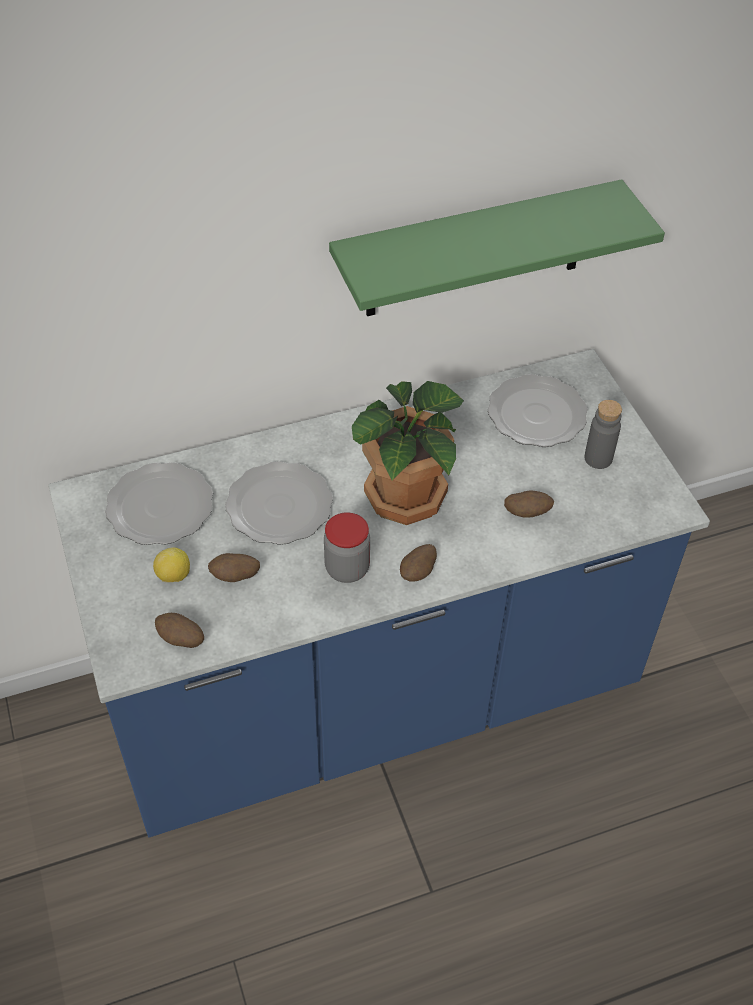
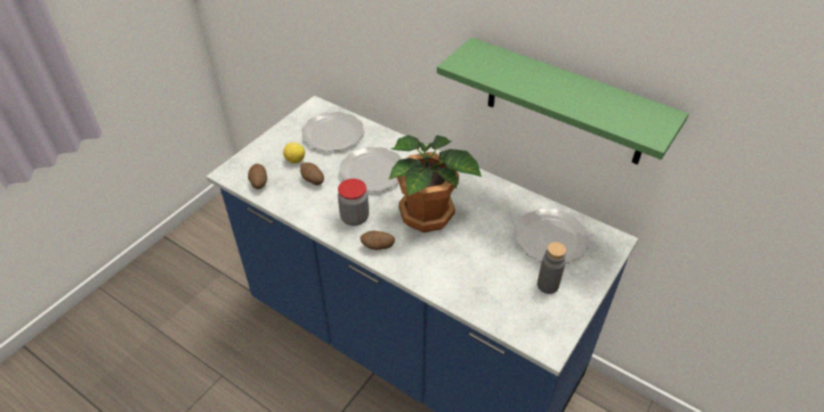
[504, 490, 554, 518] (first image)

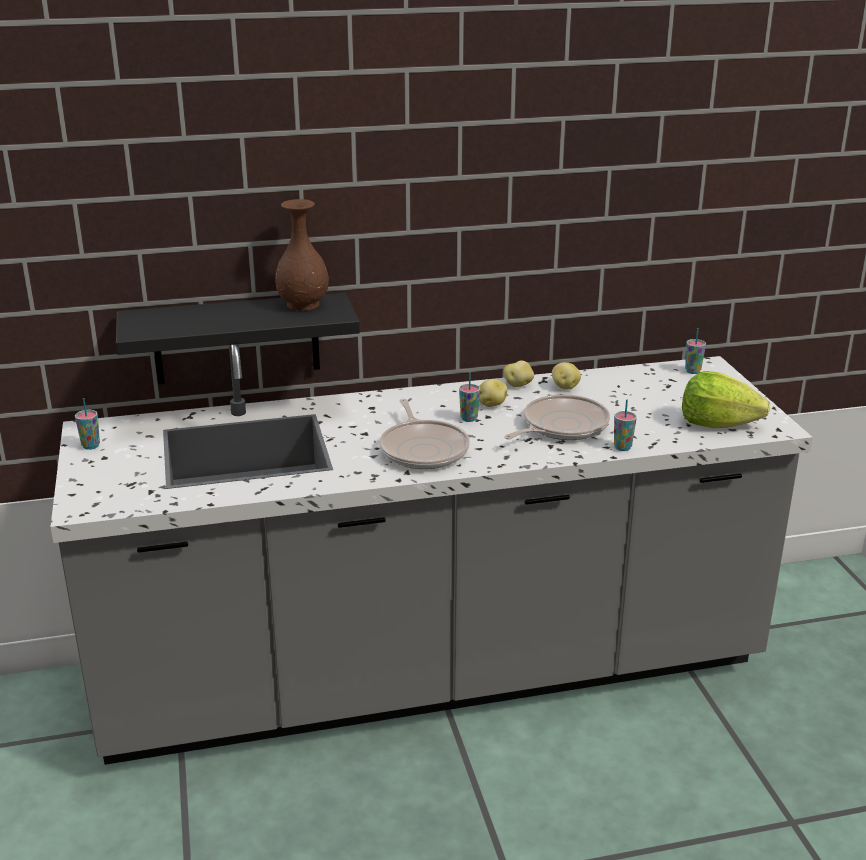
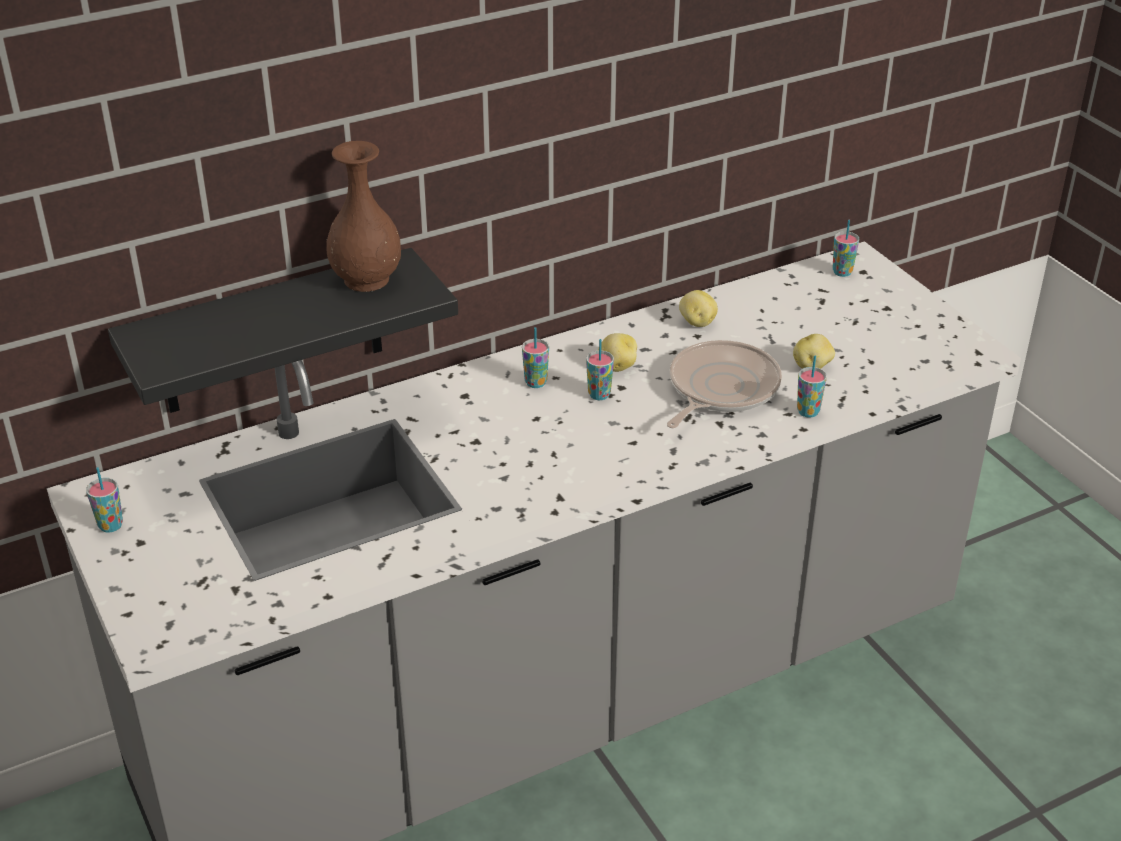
[380, 399, 470, 469] (first image)
[793, 334, 835, 369]
[682, 371, 770, 428] (first image)
[522, 327, 549, 388]

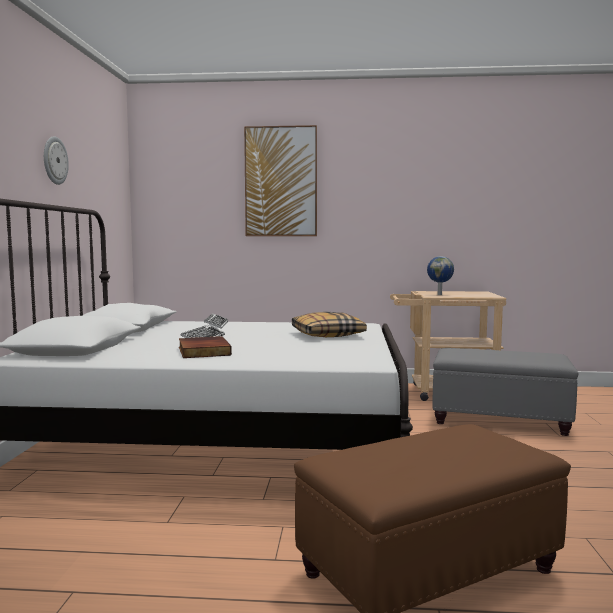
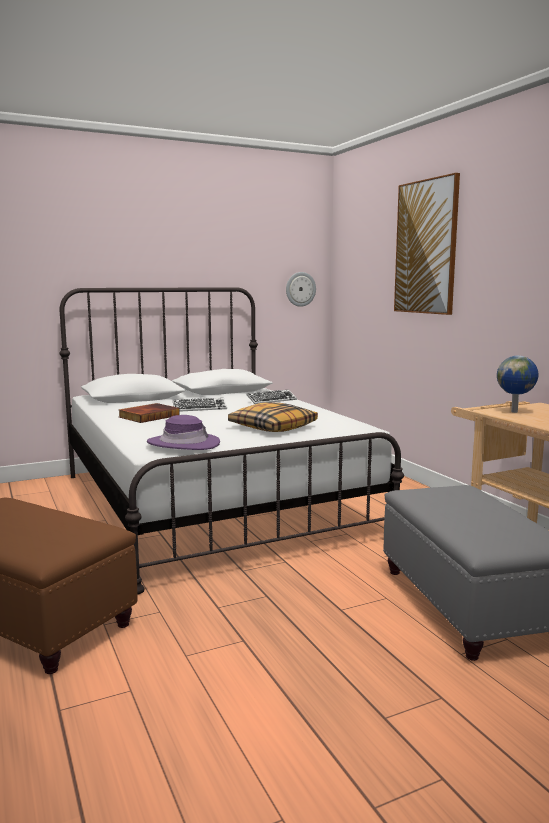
[286, 272, 316, 307]
[147, 415, 220, 450]

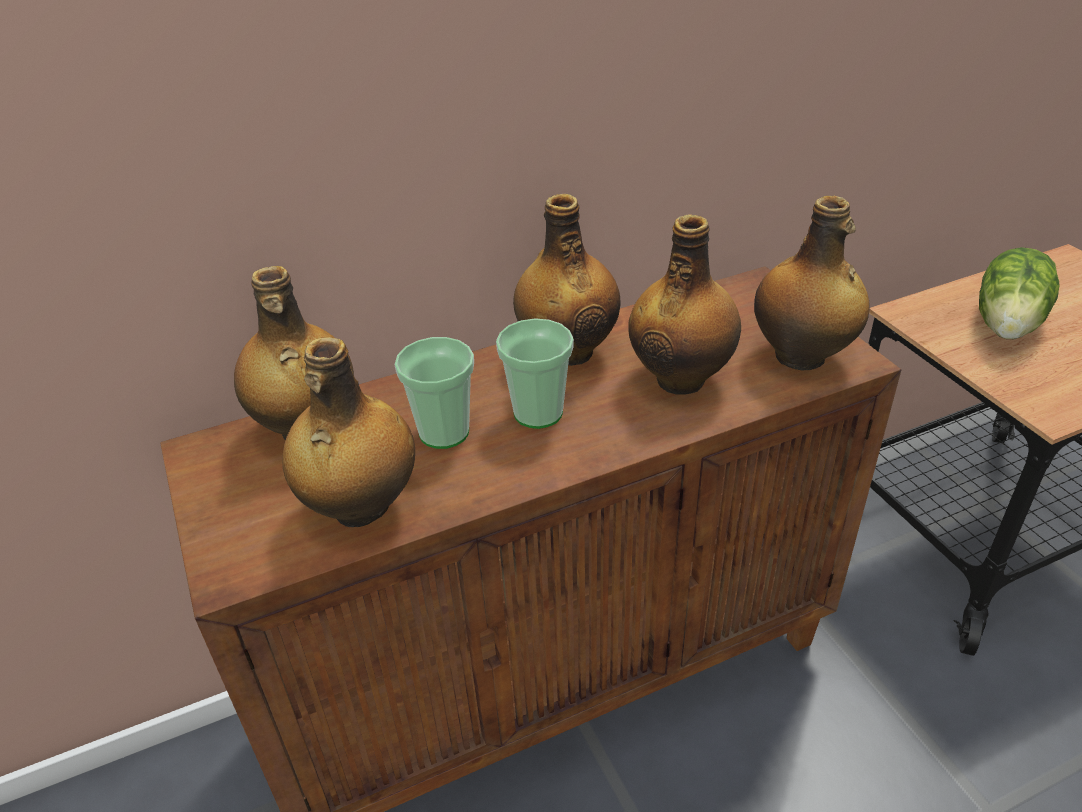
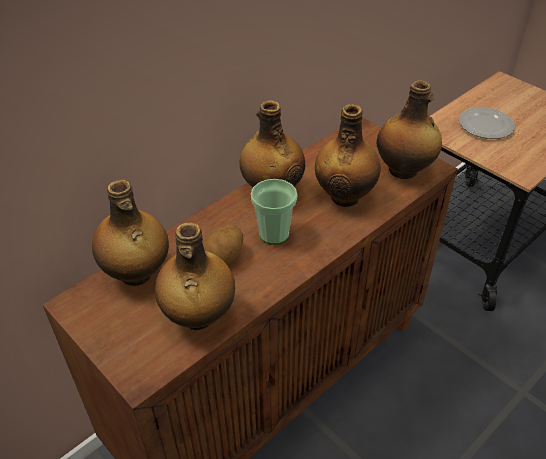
[203, 225, 243, 265]
[459, 107, 515, 139]

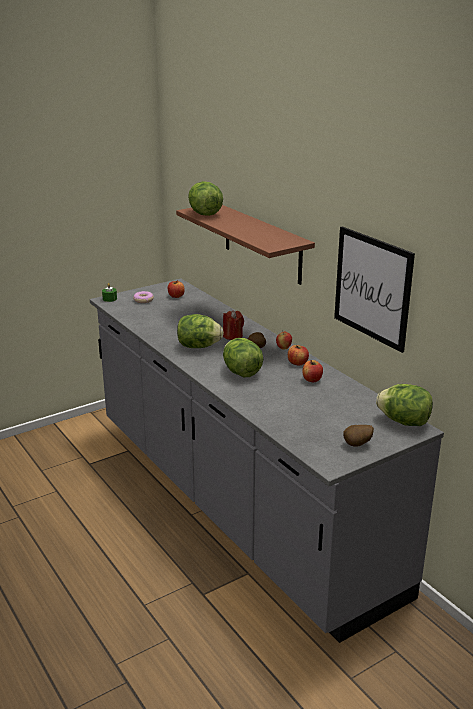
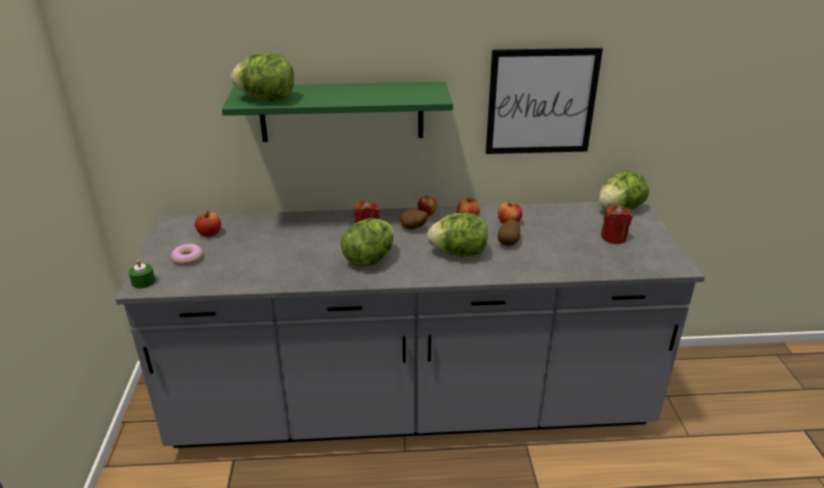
[222, 82, 453, 142]
[498, 219, 520, 246]
[601, 206, 632, 244]

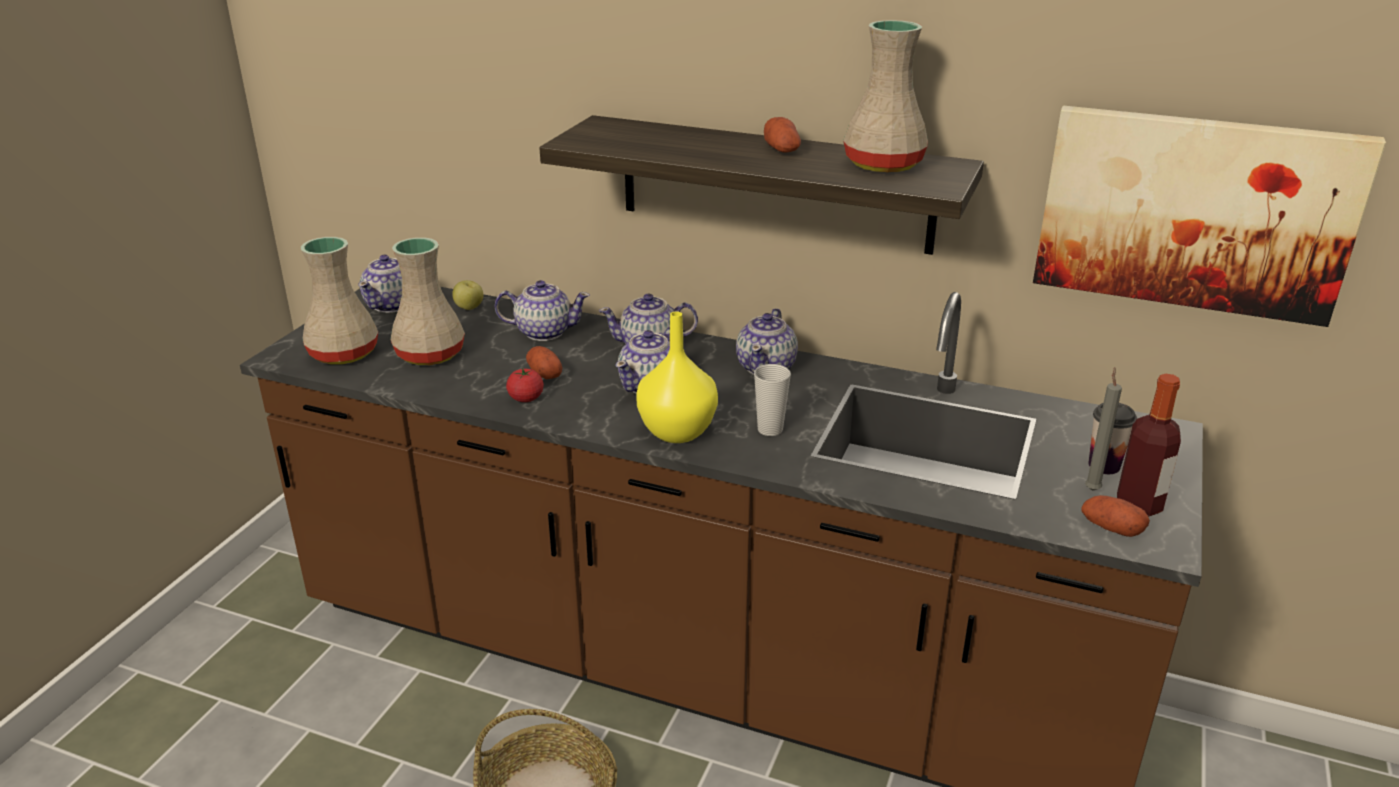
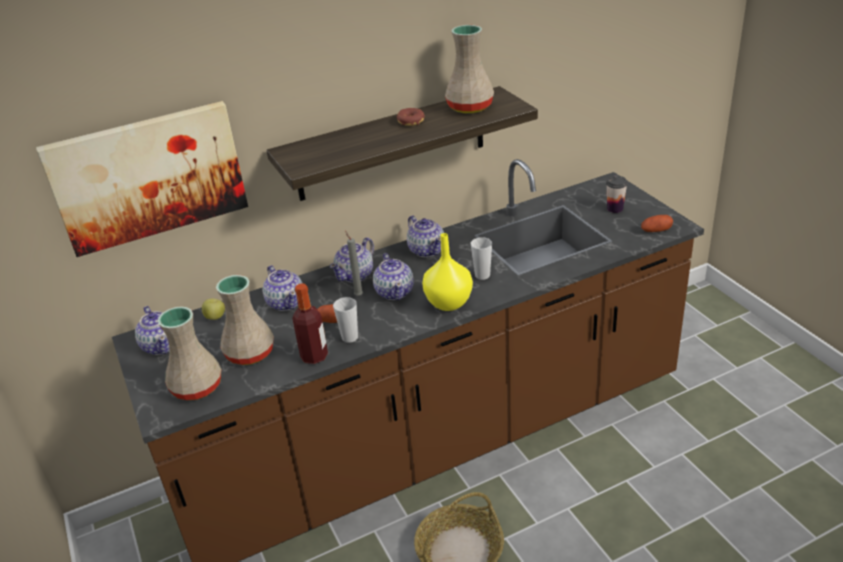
[262, 265, 303, 311]
[333, 297, 358, 343]
[397, 108, 425, 126]
[36, 101, 248, 257]
[345, 231, 363, 296]
[292, 283, 328, 364]

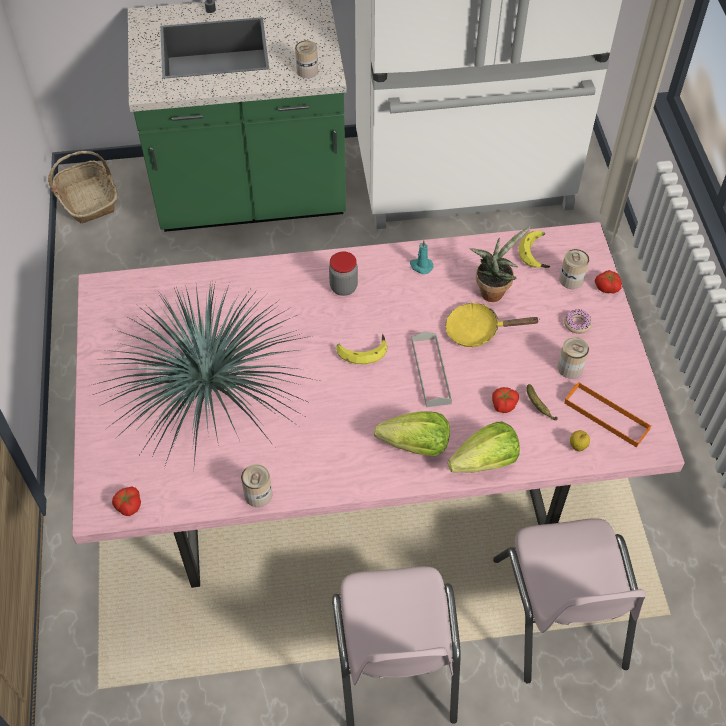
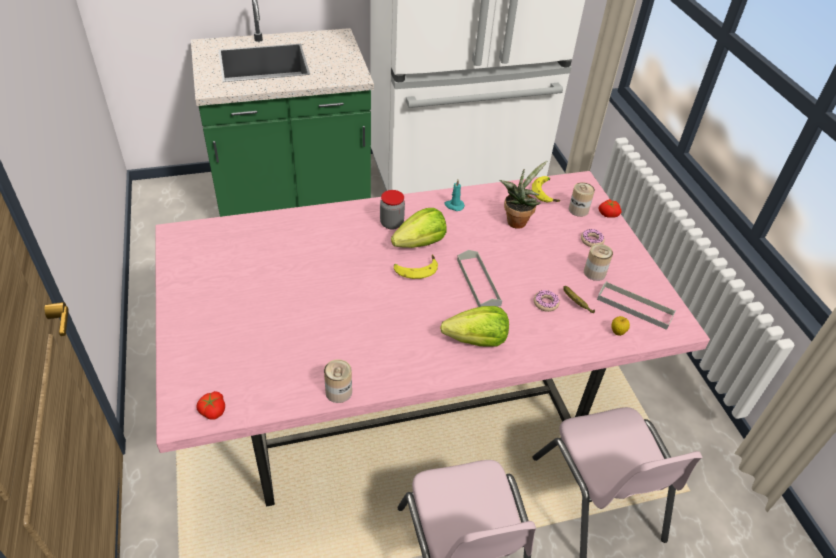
[48, 151, 118, 224] (first image)
[89, 280, 319, 468] (first image)
[295, 40, 318, 78] (first image)
[445, 302, 540, 347] (first image)
[391, 208, 447, 248]
[534, 290, 560, 312]
[597, 281, 676, 330]

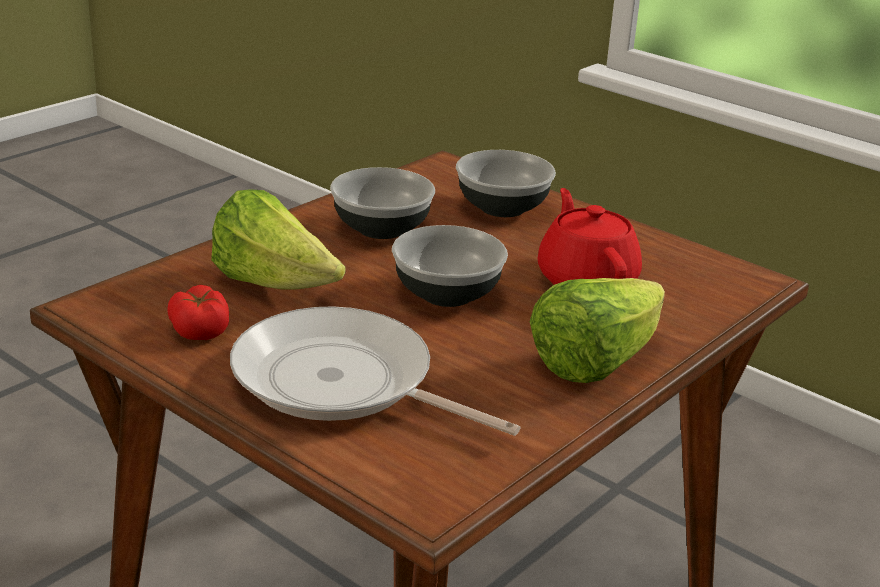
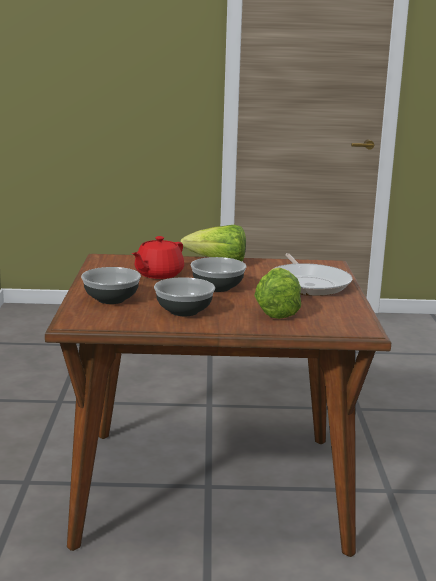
[167, 285, 229, 340] (first image)

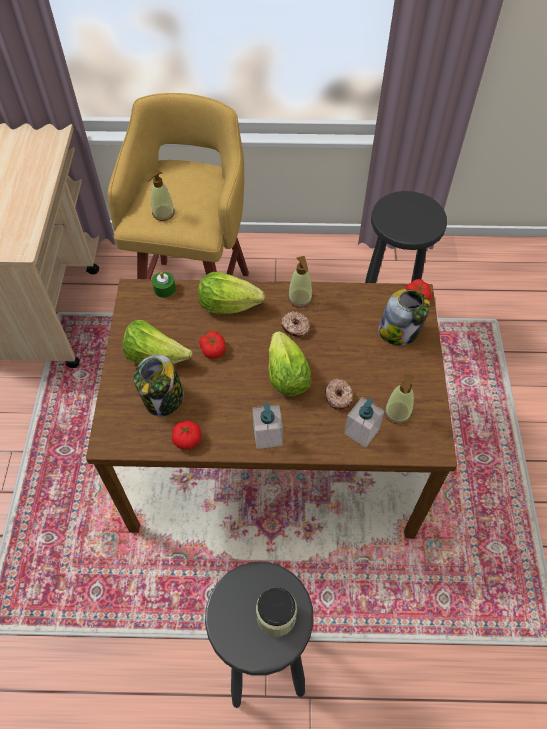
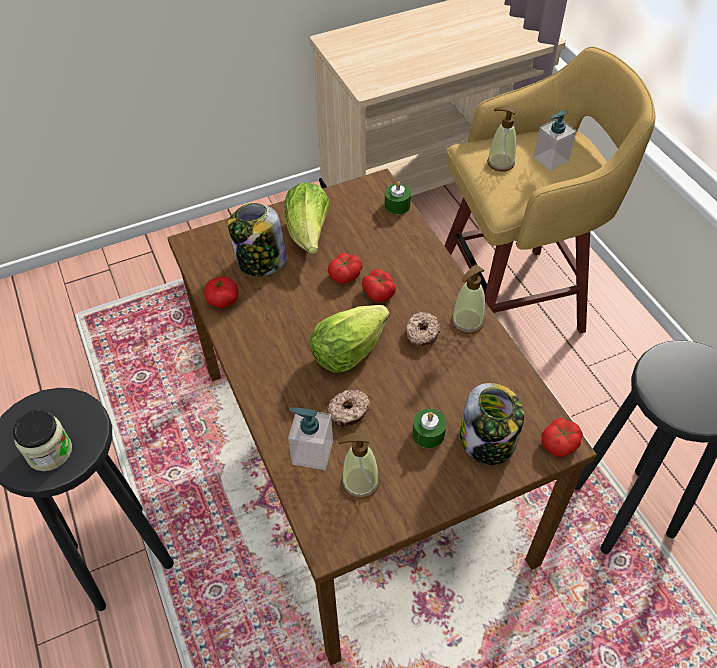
[198, 272, 265, 314] (first image)
[534, 110, 577, 171]
[362, 269, 396, 302]
[412, 409, 446, 448]

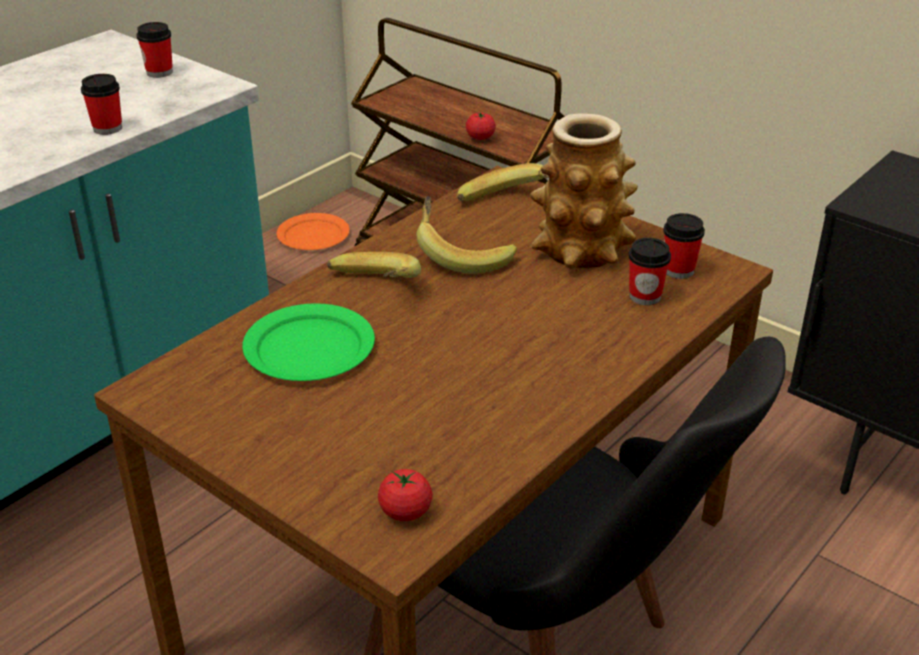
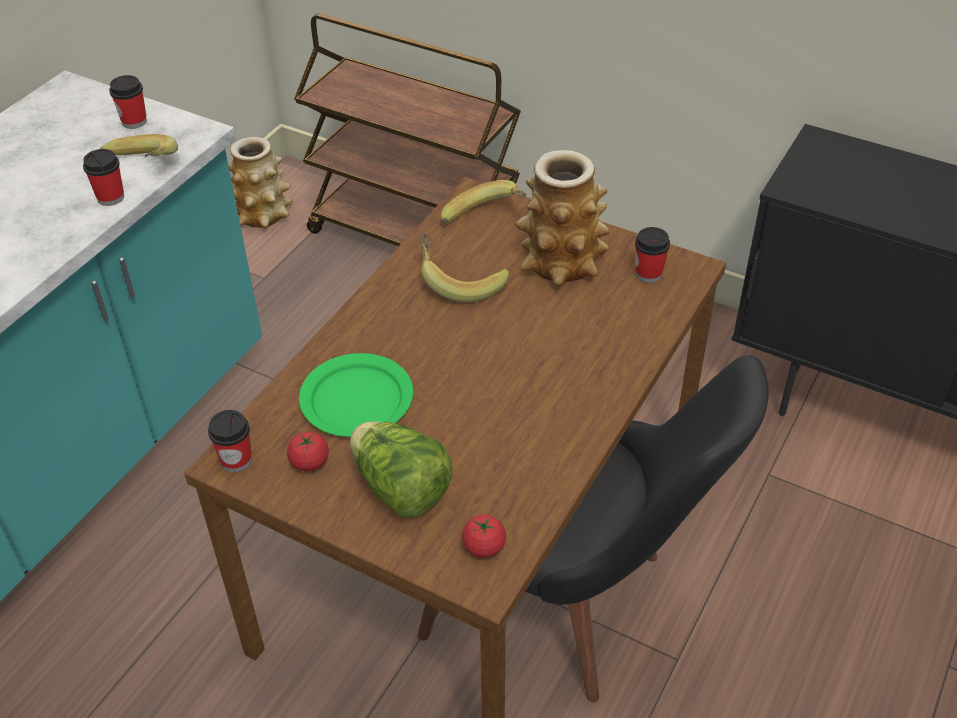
[229, 137, 293, 228]
[100, 134, 178, 157]
[287, 432, 329, 472]
[208, 410, 252, 472]
[350, 421, 452, 518]

